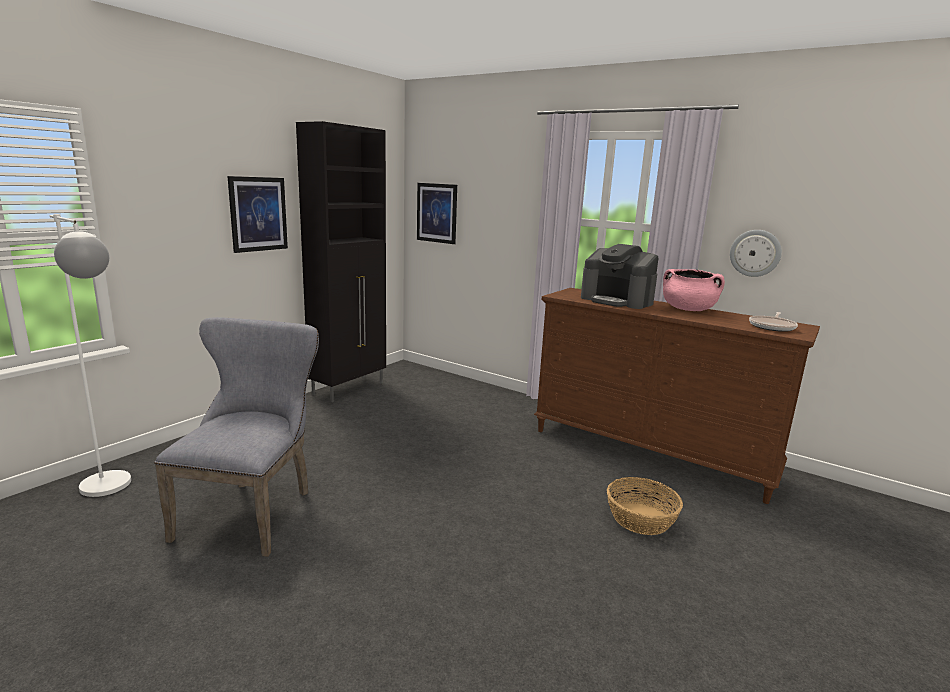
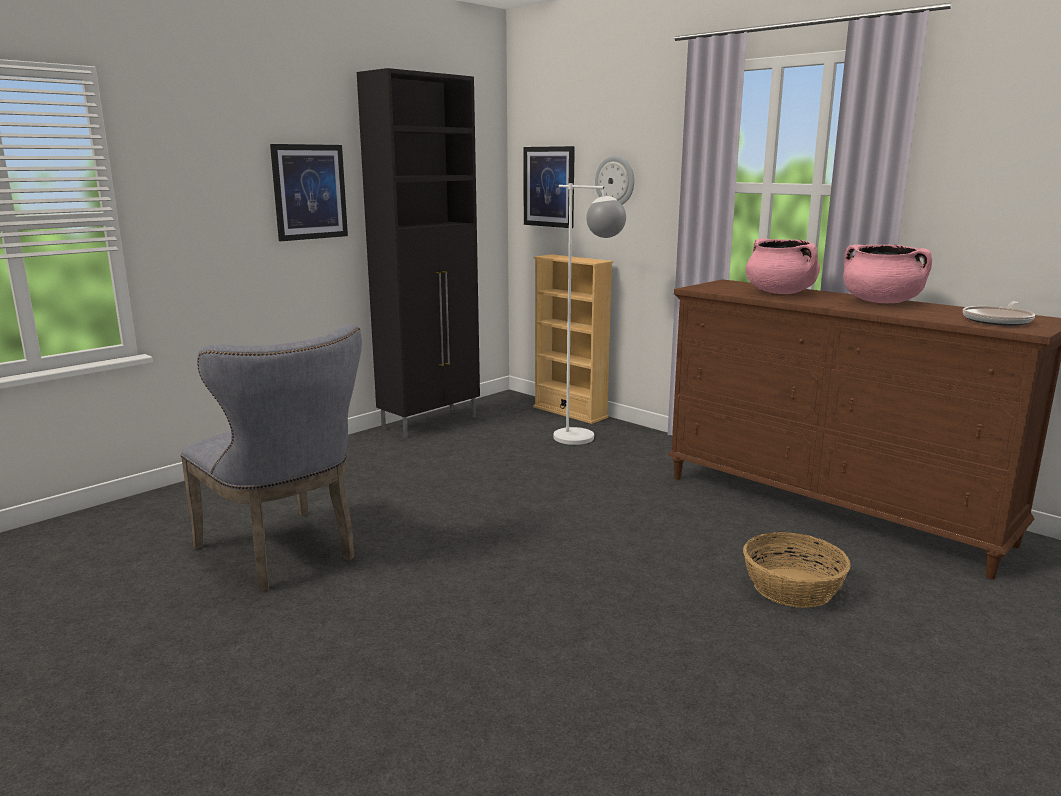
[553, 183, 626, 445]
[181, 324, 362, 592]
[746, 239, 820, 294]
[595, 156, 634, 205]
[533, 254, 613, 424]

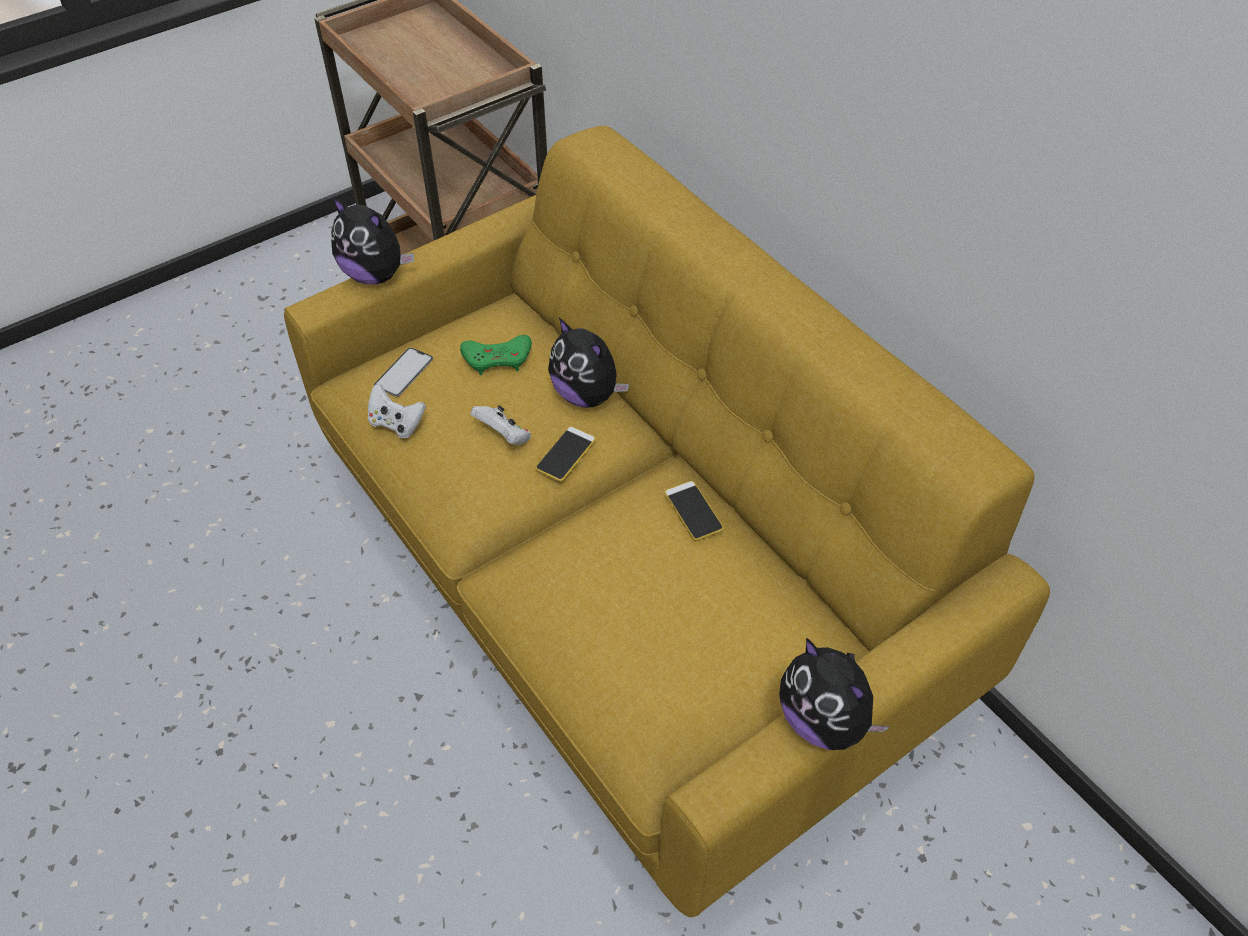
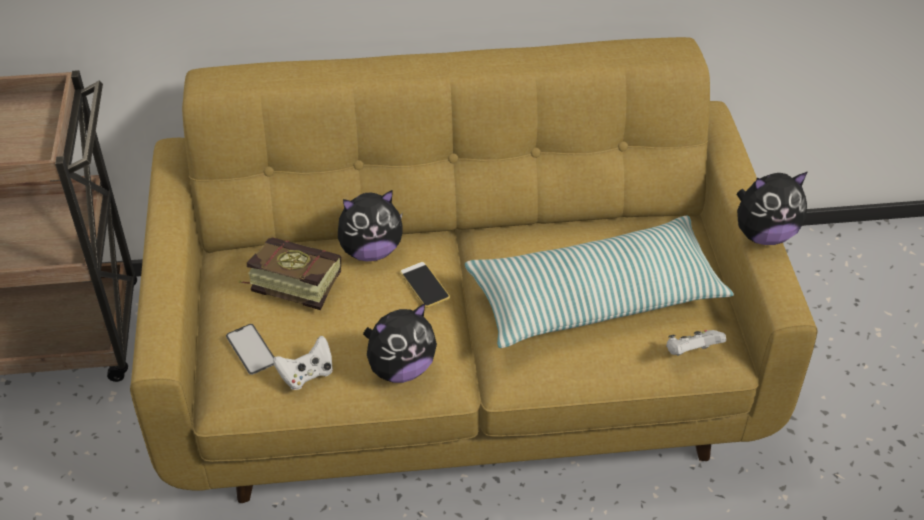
[363, 303, 437, 383]
[239, 237, 341, 310]
[666, 330, 726, 356]
[664, 481, 724, 541] (first image)
[465, 216, 734, 348]

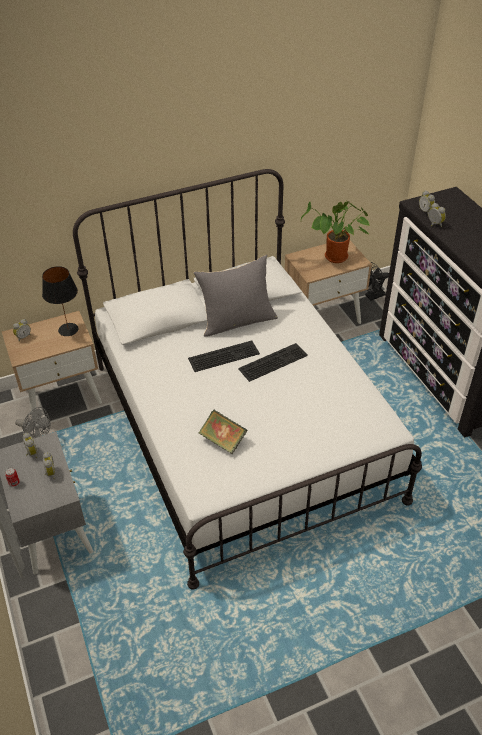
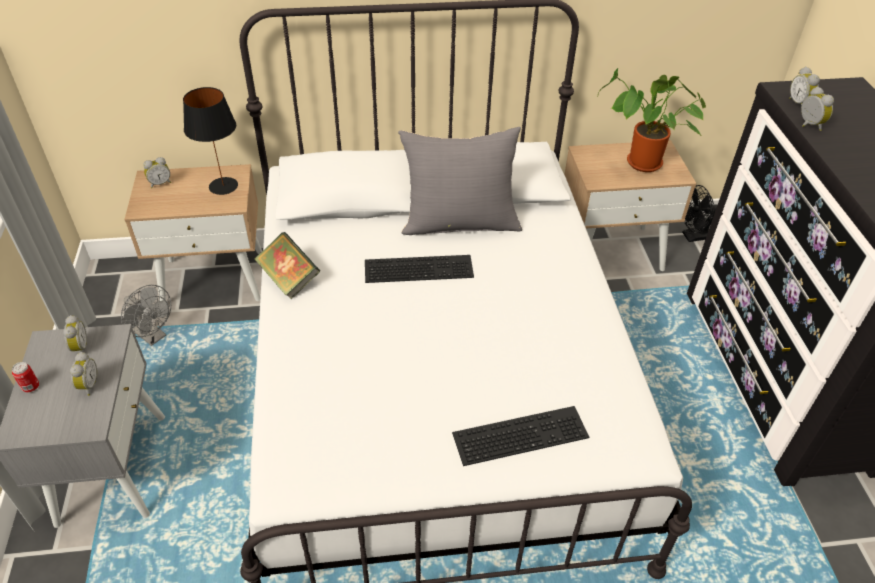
[255, 232, 320, 299]
[452, 406, 589, 466]

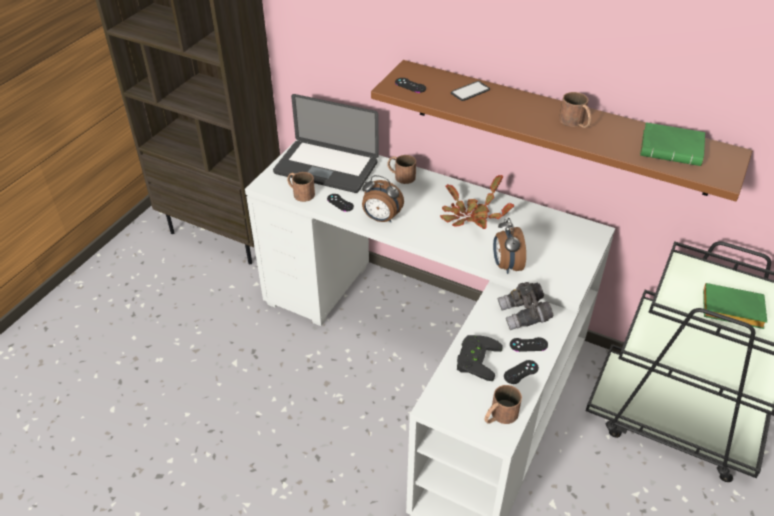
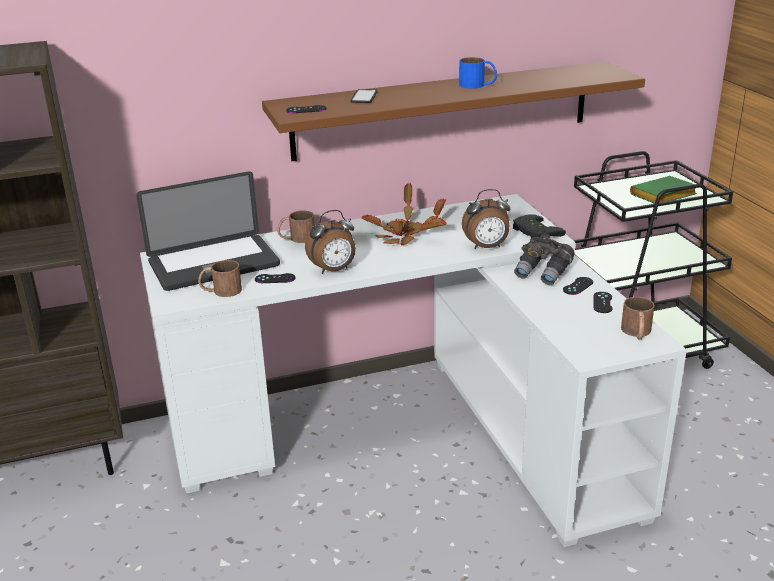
[513, 214, 566, 238]
[462, 189, 510, 249]
[459, 57, 497, 89]
[640, 122, 705, 166] (first image)

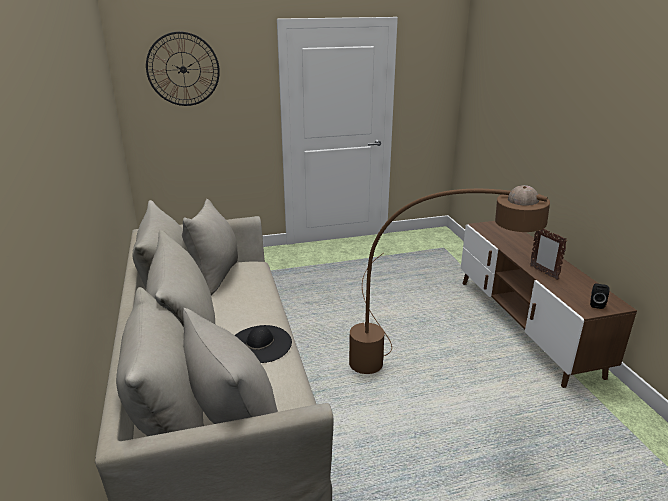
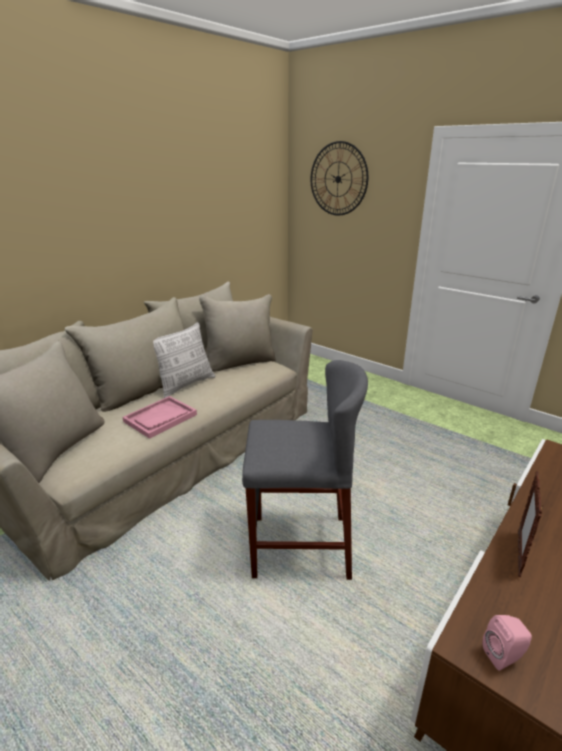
[122, 396, 197, 439]
[242, 360, 368, 580]
[482, 615, 532, 671]
[153, 322, 215, 398]

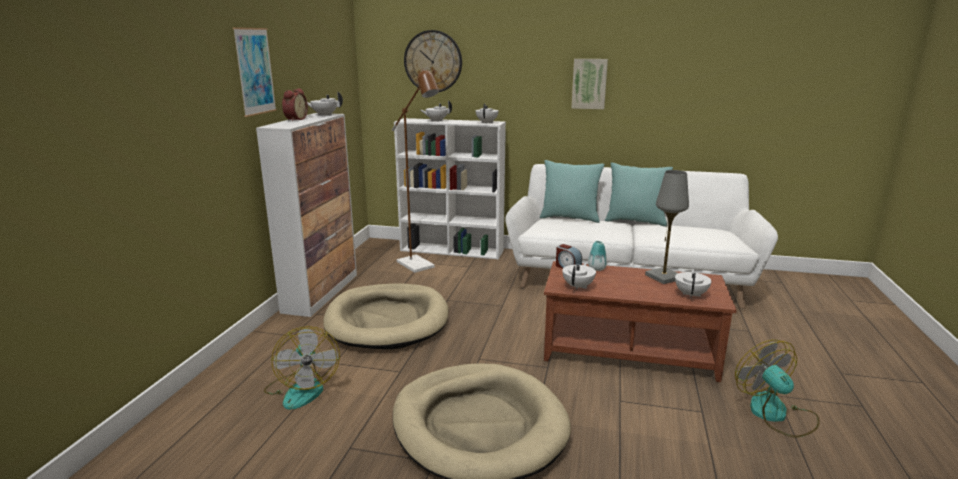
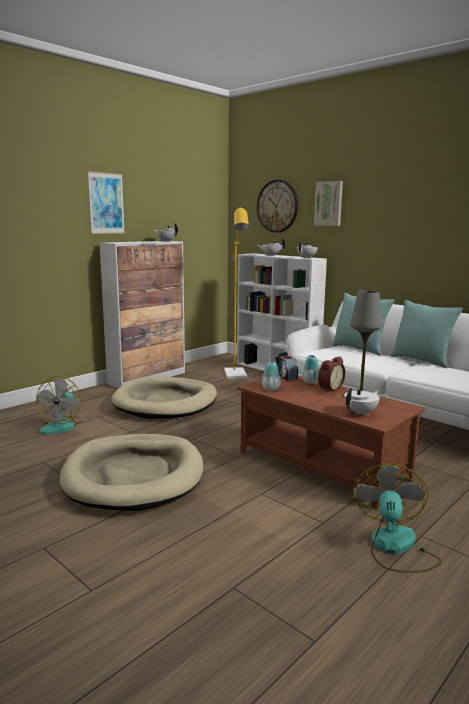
[318, 356, 345, 392]
[224, 207, 249, 379]
[262, 361, 281, 391]
[314, 181, 343, 226]

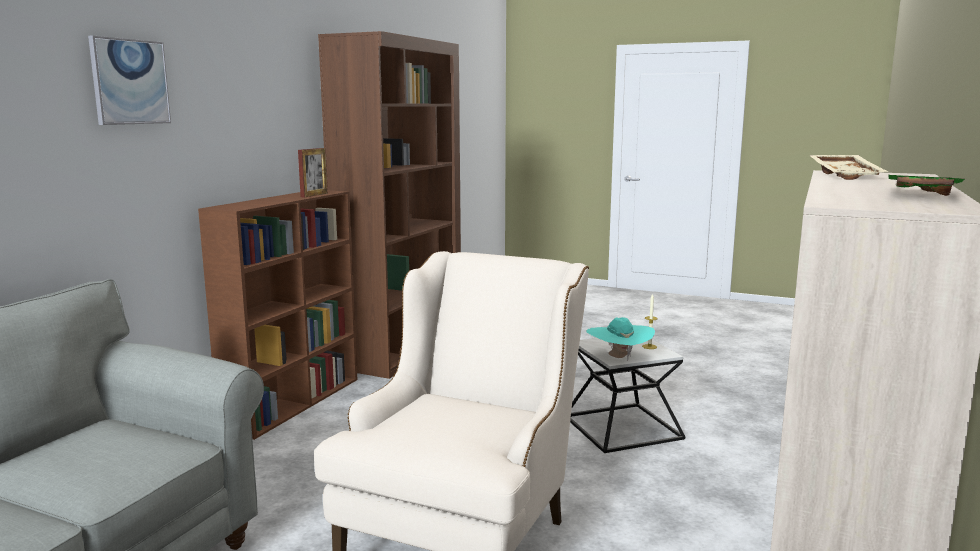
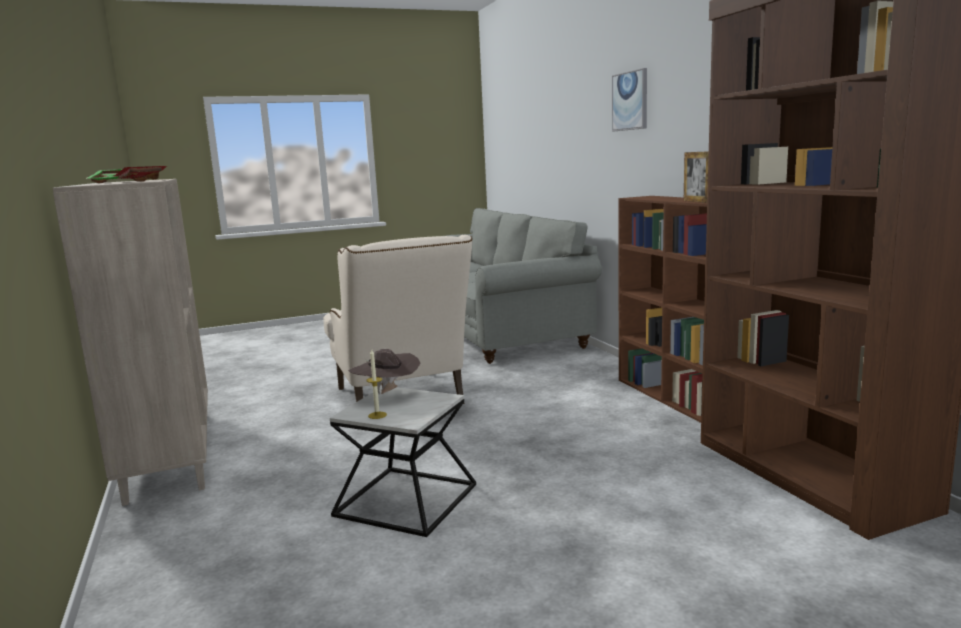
[348, 349, 420, 394]
[114, 166, 167, 182]

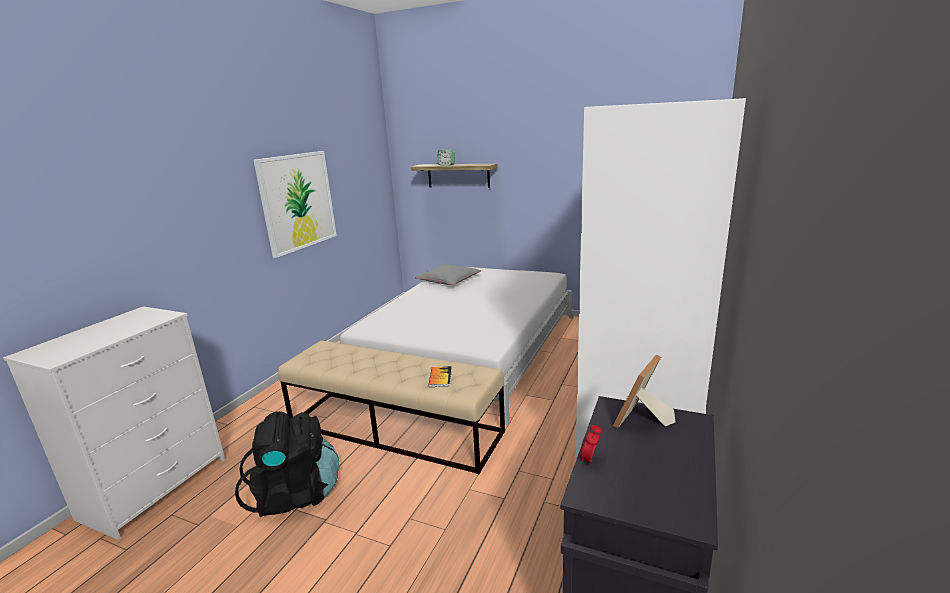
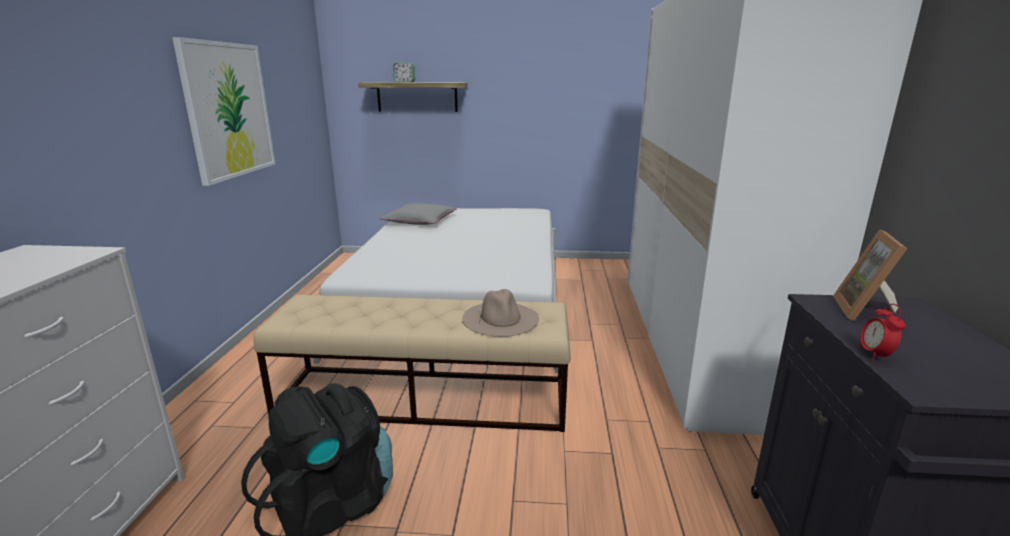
[462, 289, 539, 337]

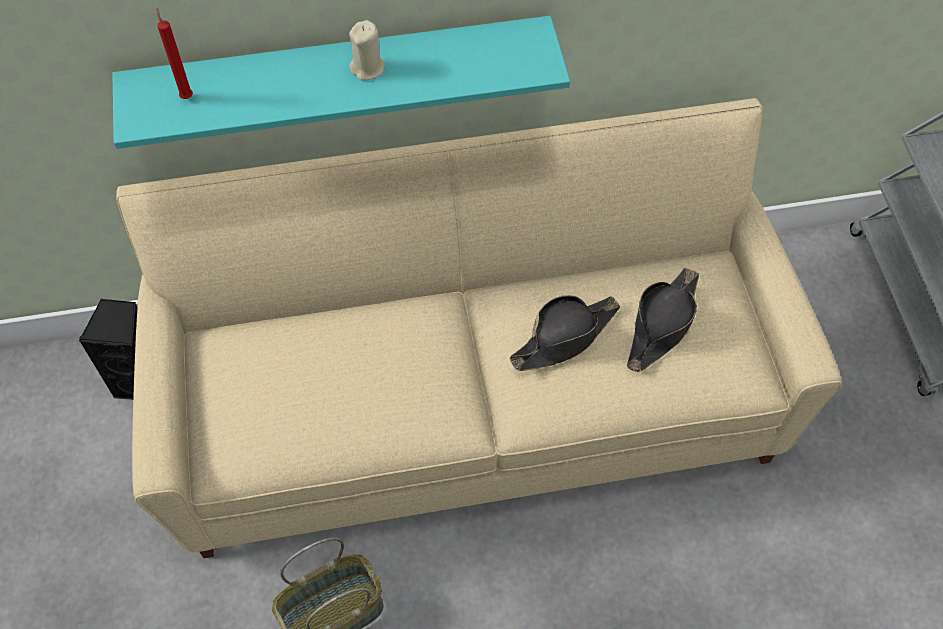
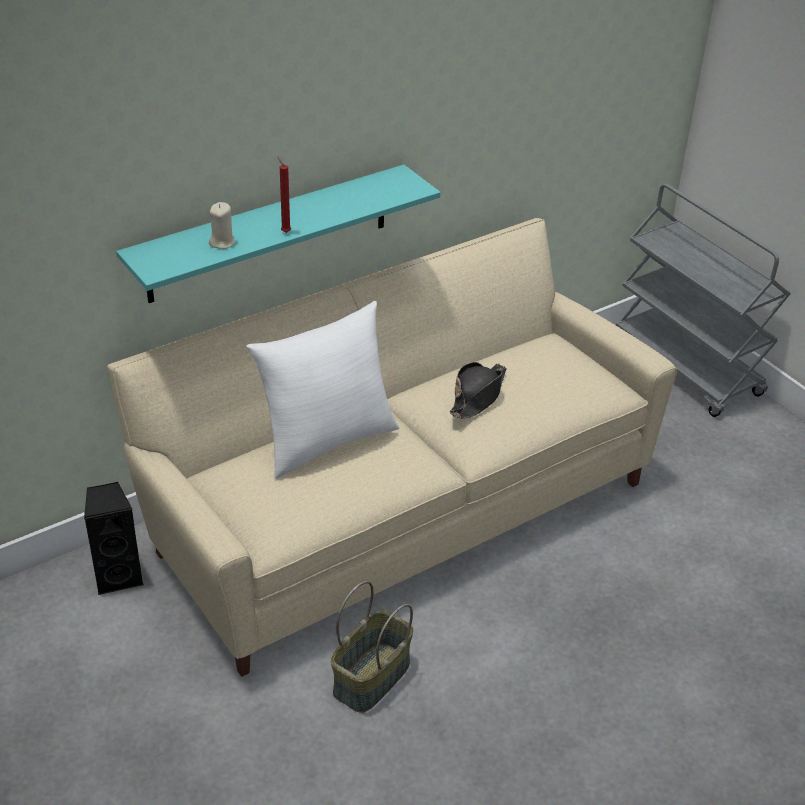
[277, 156, 291, 233]
[209, 202, 235, 249]
[627, 268, 699, 372] (first image)
[246, 301, 399, 479]

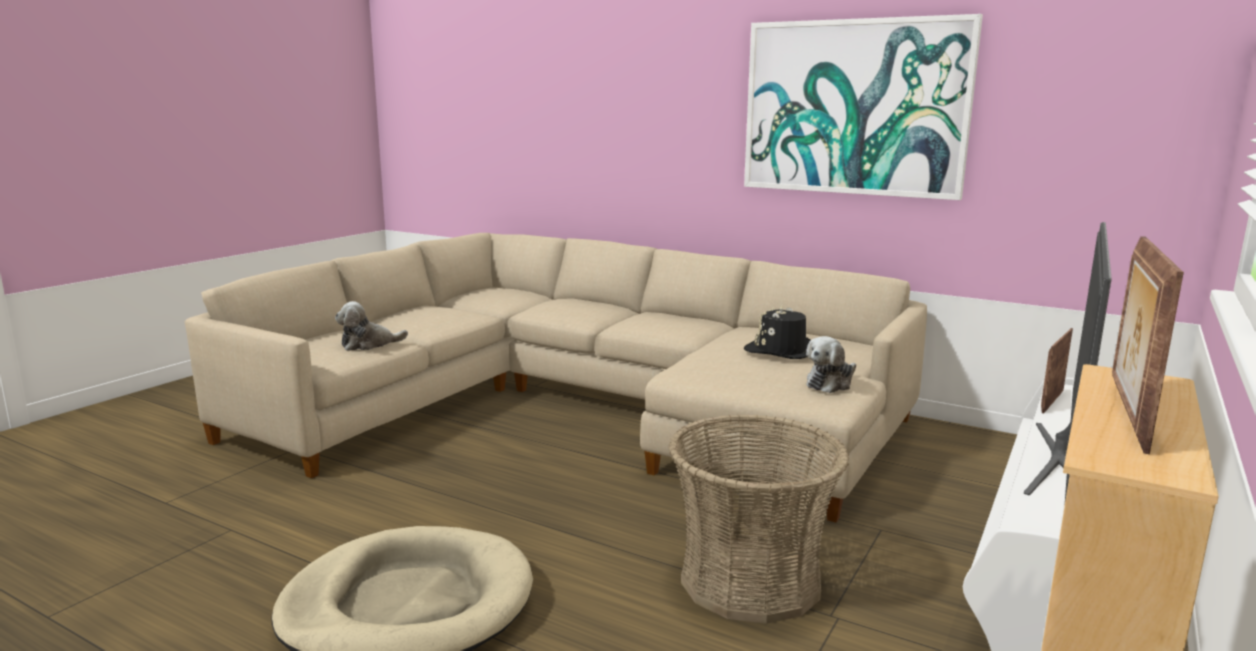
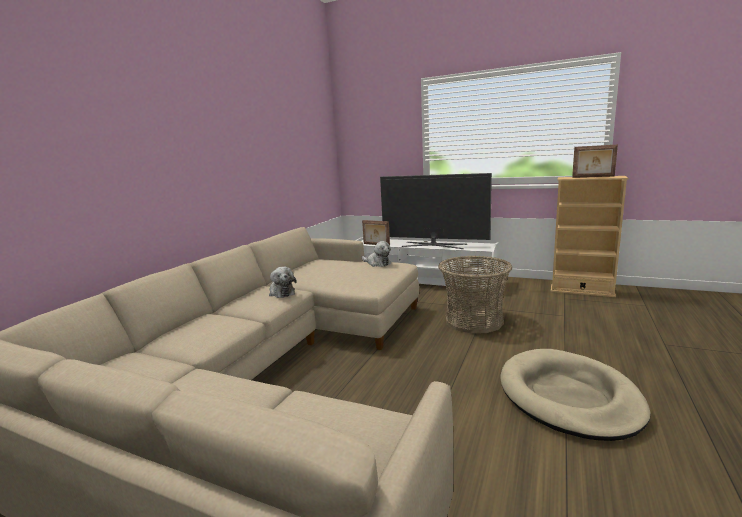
[269, 267, 297, 298]
[744, 14, 983, 200] (first image)
[744, 306, 811, 359] (first image)

